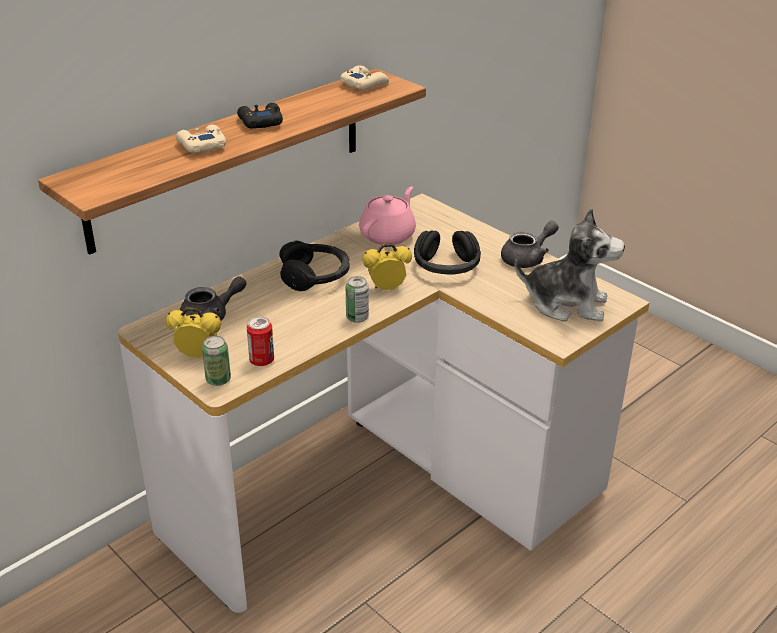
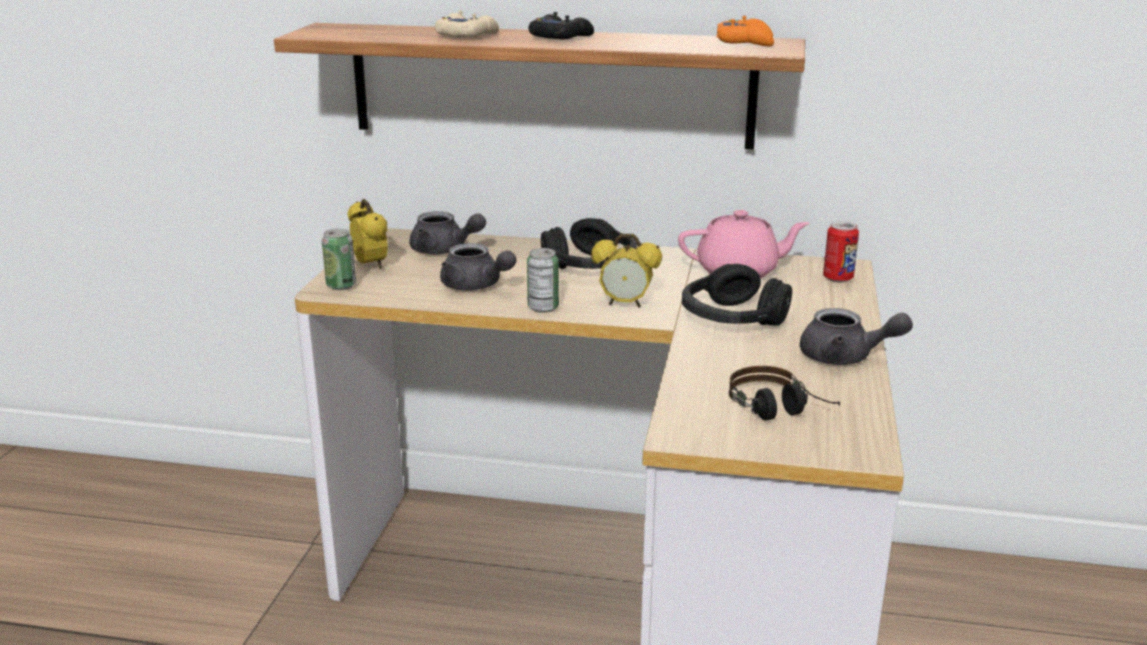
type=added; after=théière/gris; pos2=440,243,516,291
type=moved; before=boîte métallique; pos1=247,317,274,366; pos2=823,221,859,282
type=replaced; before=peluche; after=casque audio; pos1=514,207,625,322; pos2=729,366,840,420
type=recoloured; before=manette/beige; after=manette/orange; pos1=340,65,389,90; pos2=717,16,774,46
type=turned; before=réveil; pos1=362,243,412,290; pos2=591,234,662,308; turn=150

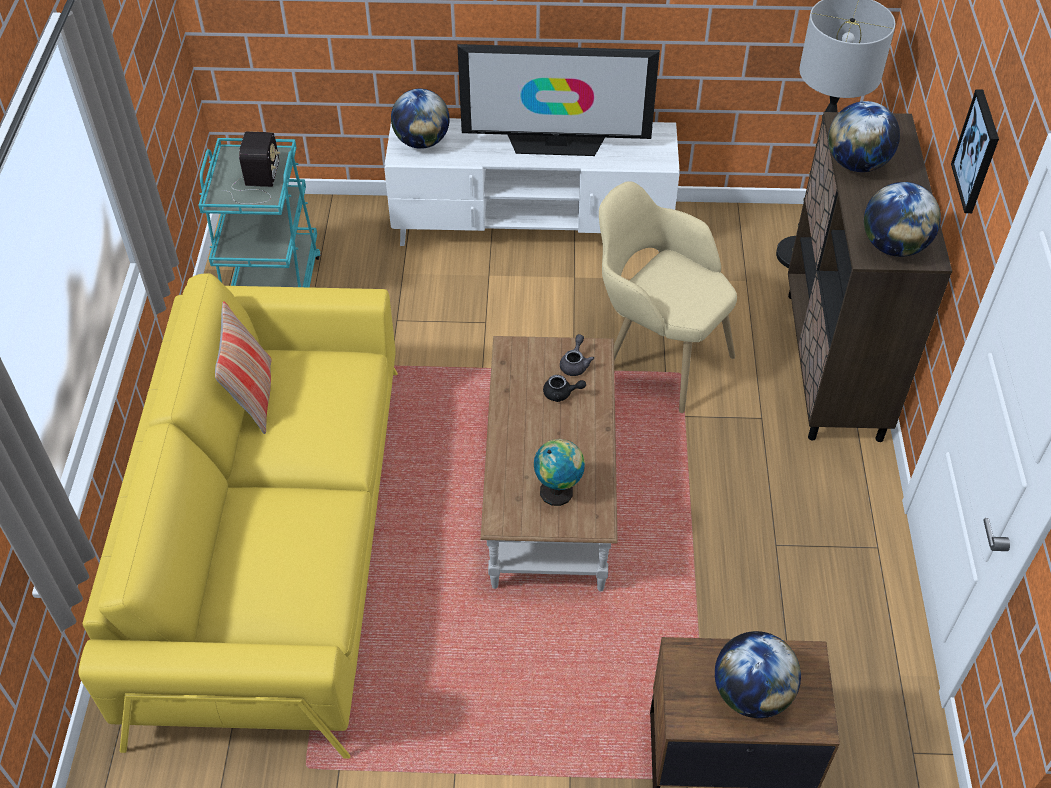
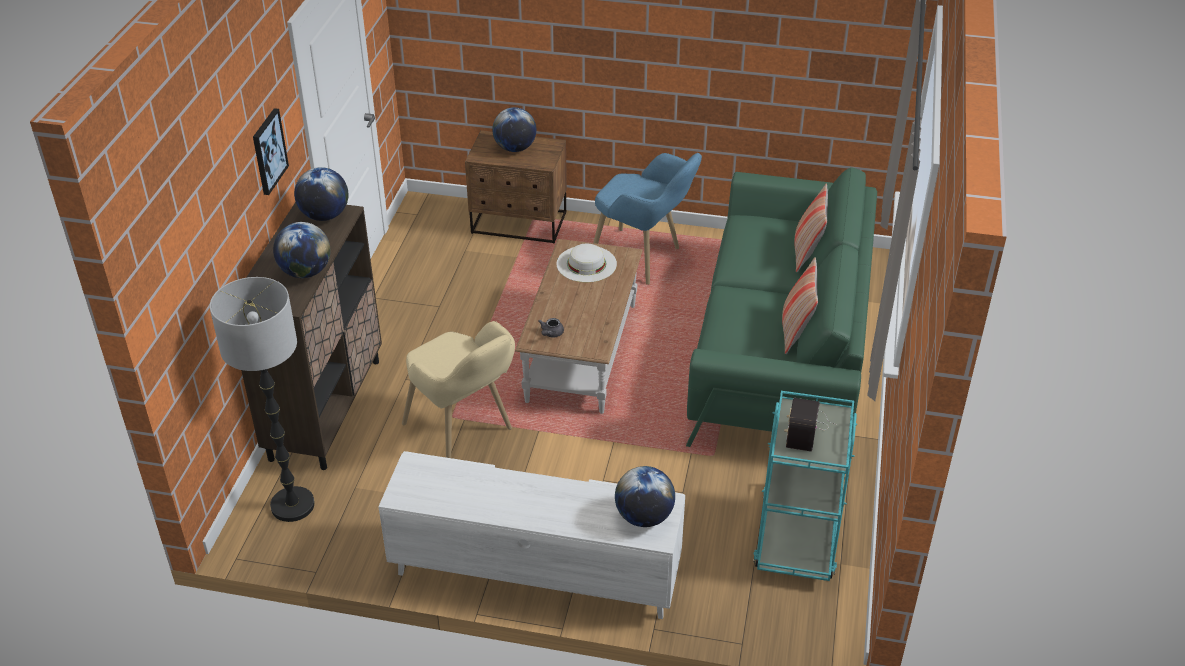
type=removed; before=téléviseur; pos1=457,44,660,156
type=removed; before=théière/noir; pos1=543,375,586,402
type=added; after=fauteuil/bleu; pos2=593,153,702,285
type=added; after=coussin; pos2=794,183,828,272
type=replaced; before=globe; after=chapeau/blanc; pos1=534,439,585,506; pos2=556,244,617,282
type=recoloured; before=canapé/jaune; after=canapé/vert; pos1=79,273,398,759; pos2=686,167,877,447

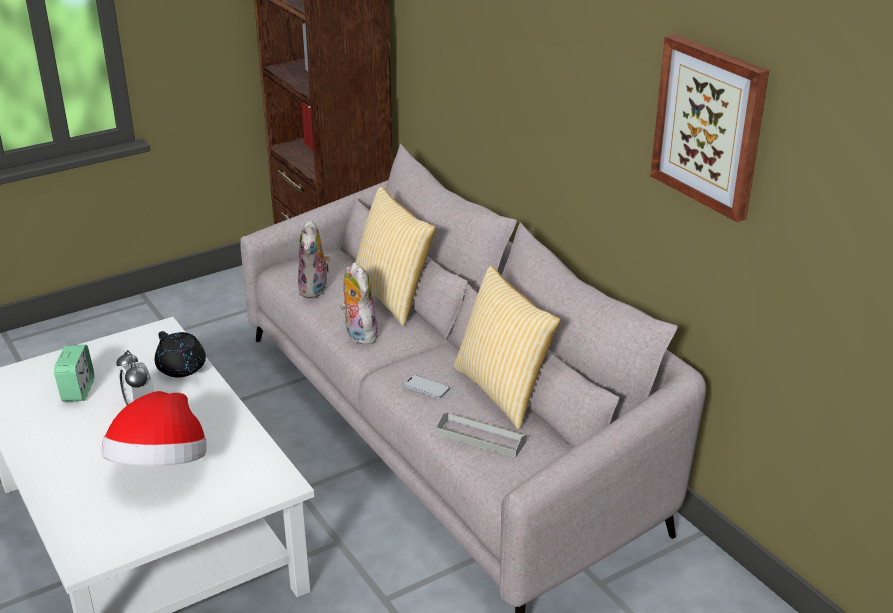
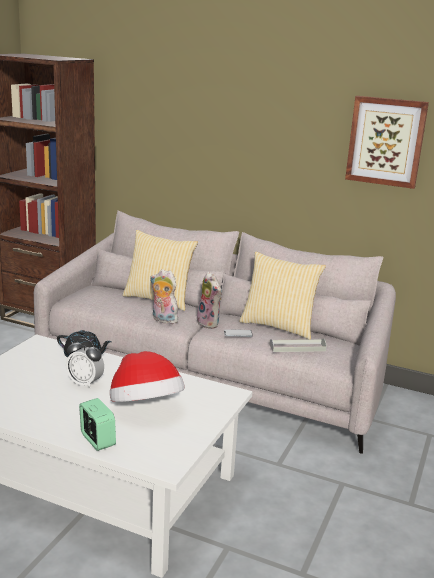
type=moved; before=réveil; pos1=54,345,94,402; pos2=79,398,116,451
type=moved; before=peluche; pos1=298,219,331,299; pos2=197,272,222,329

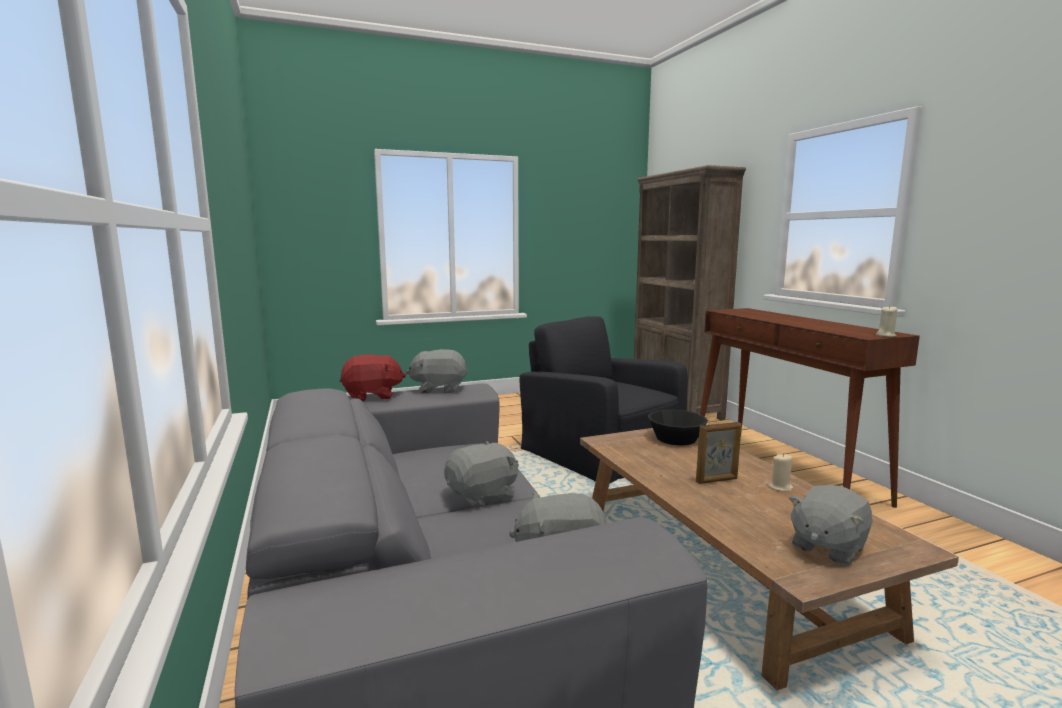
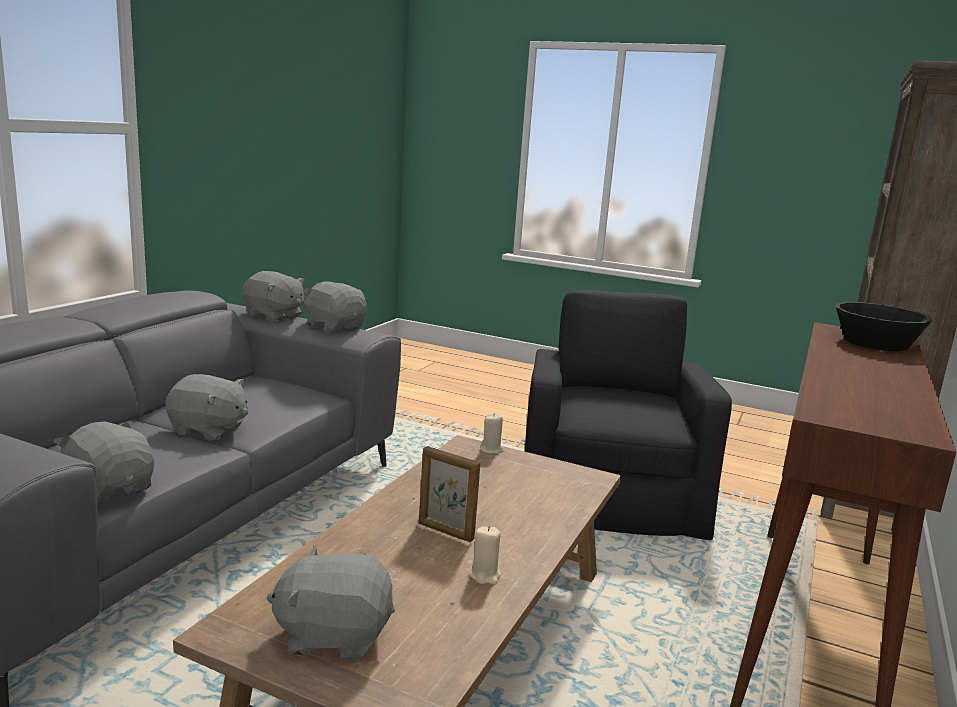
type=moved; before=bol/noir; pos1=648,409,708,446; pos2=836,302,932,351
type=moved; before=bougie/beige; pos1=876,305,898,337; pos2=480,413,504,454
type=recoloured; before=peluche/rouge; after=peluche/gris; pos1=340,354,406,401; pos2=242,271,305,322

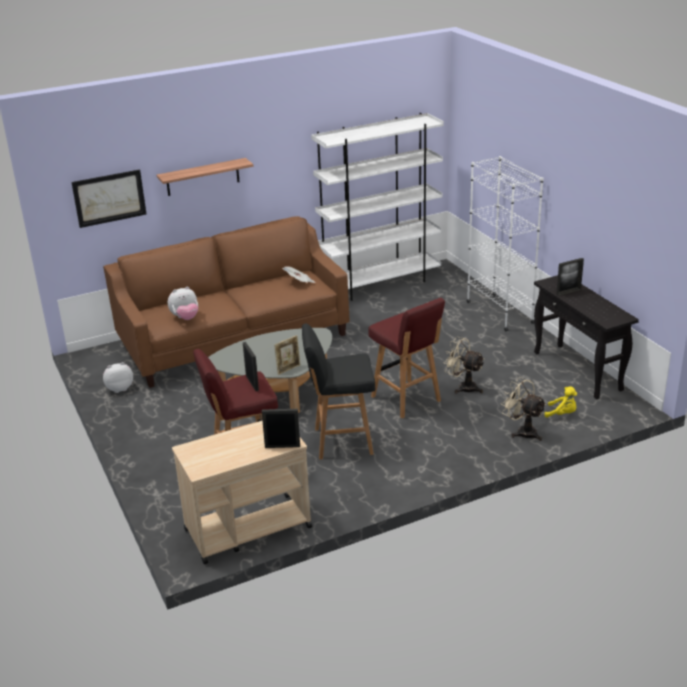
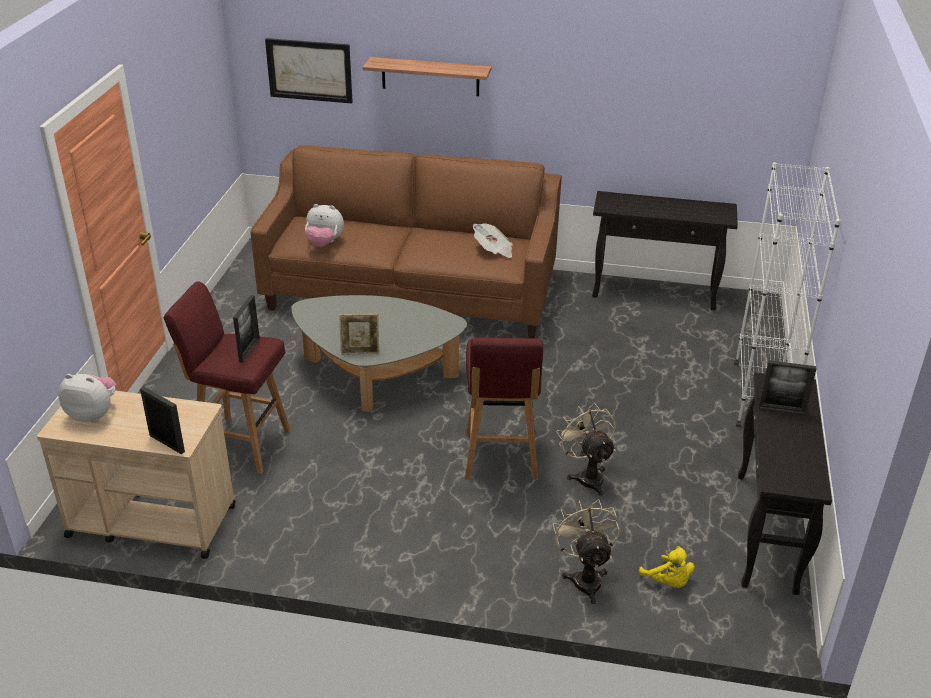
type=removed; before=tabouret/noir; pos1=302,324,375,459
type=moved; before=peluche; pos1=103,362,133,393; pos2=58,374,116,423
type=replaced; before=bibliothèque/blanc; after=table console/noir; pos1=311,113,444,301; pos2=592,191,738,310

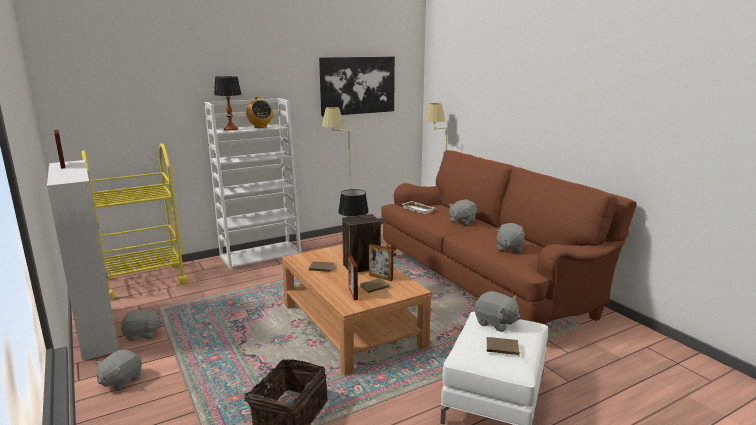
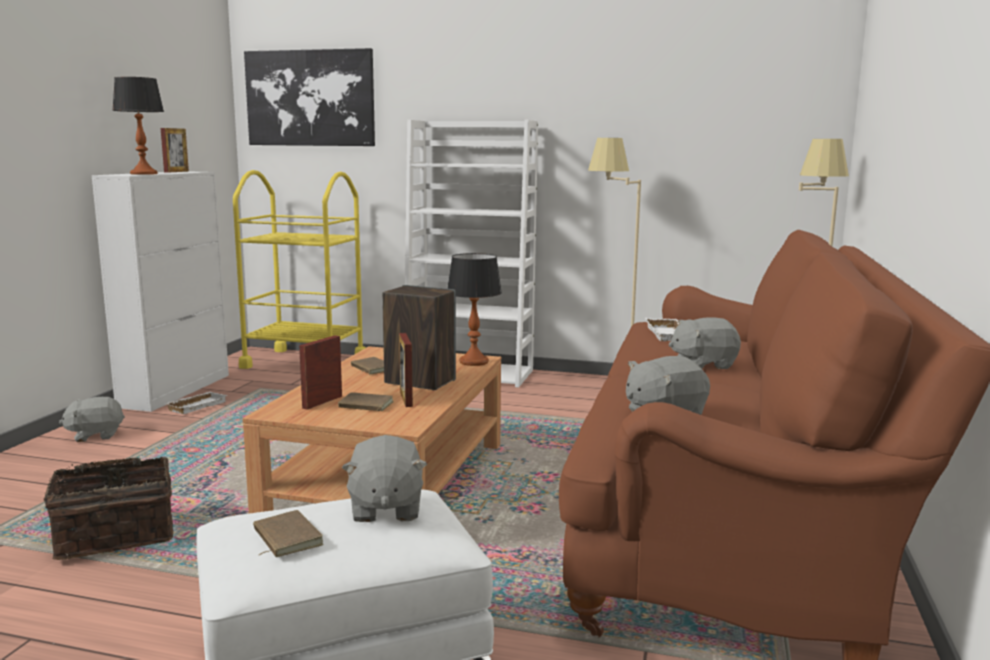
type=removed; before=radio; pos1=246,96,273,128
type=moved; before=lampe de table; pos1=214,76,242,131; pos2=112,77,164,175
type=moved; before=tableau; pos1=319,57,395,116; pos2=244,48,375,146
type=replaced; before=peluche/gris; after=plateau/blanc; pos1=121,308,163,341; pos2=164,392,228,414

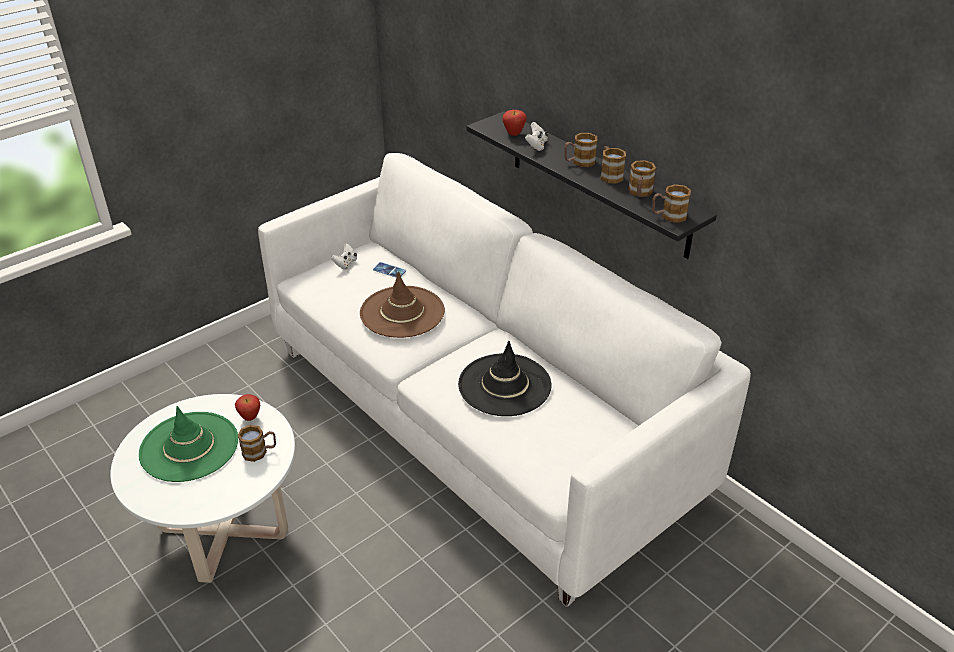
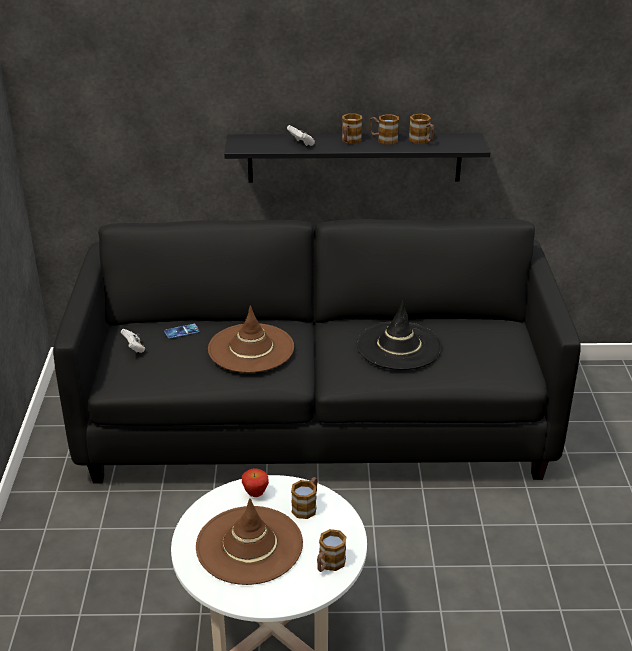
type=removed; before=pomme; pos1=502,110,527,136
type=moved; before=mug; pos1=652,184,691,223; pos2=317,529,346,572
type=recoloured; before=chapeau/vert; after=chapeau/marron; pos1=139,406,238,482; pos2=196,498,303,585
type=recoloured; before=canapé/blanc; after=canapé/noir; pos1=258,153,751,607; pos2=53,219,581,484

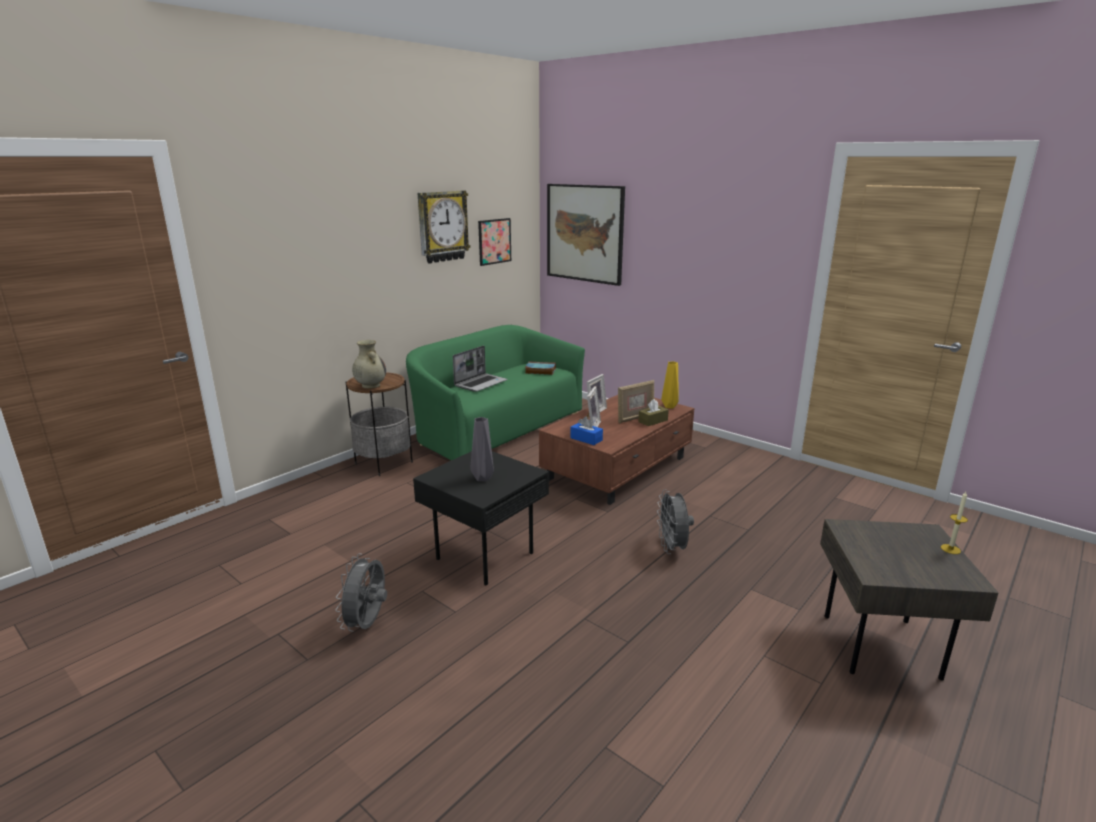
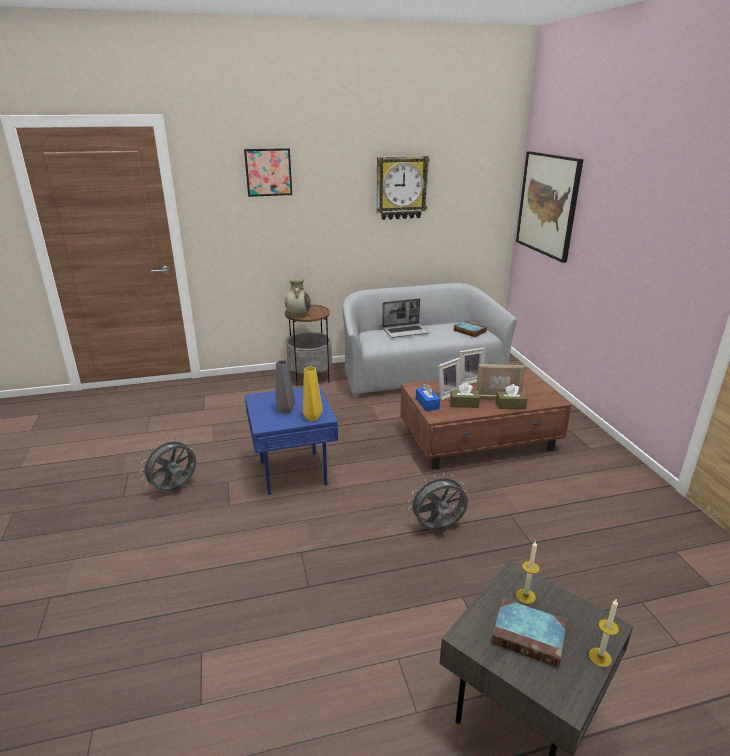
type=added; after=boîte à mouchoirs/marron; pos2=450,383,480,408
type=added; after=livre; pos2=491,599,567,668
type=added; after=bougie; pos2=516,541,540,604
type=moved; before=tableau; pos1=478,218,511,266; pos2=244,148,292,197
type=moved; before=vase/jaune; pos1=661,361,679,409; pos2=303,367,323,421
type=recoloured; before=canapé/vert; after=canapé/gris; pos1=406,325,585,461; pos2=343,283,517,397
type=recoloured; before=table d'appoint/noir; after=table d'appoint/bleu; pos1=413,451,549,585; pos2=245,385,338,495
type=turned; before=ventilateur/gris; pos1=657,489,694,554; pos2=408,474,468,530; turn=45

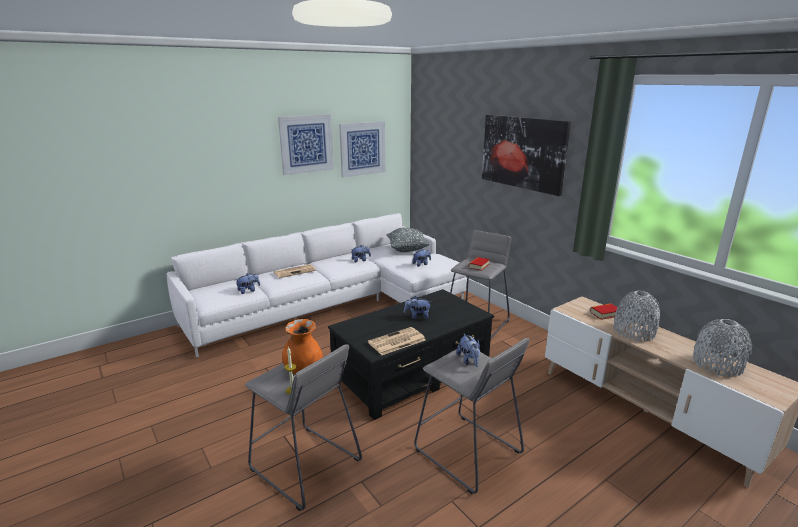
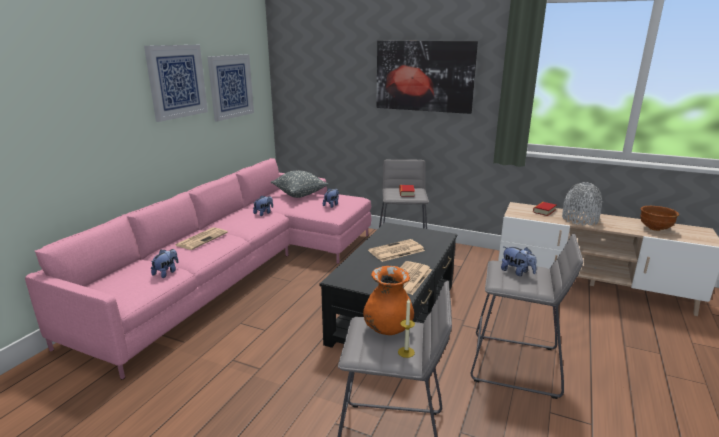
type=replaced; before=peluche; after=journal; pos1=404,296,432,319; pos2=368,239,425,262
type=replaced; before=vase/gris; after=bol/marron; pos1=693,319,752,377; pos2=640,206,679,231
type=recoloured; before=canapé/blanc; after=canapé/rose; pos1=166,213,467,358; pos2=25,158,372,380

